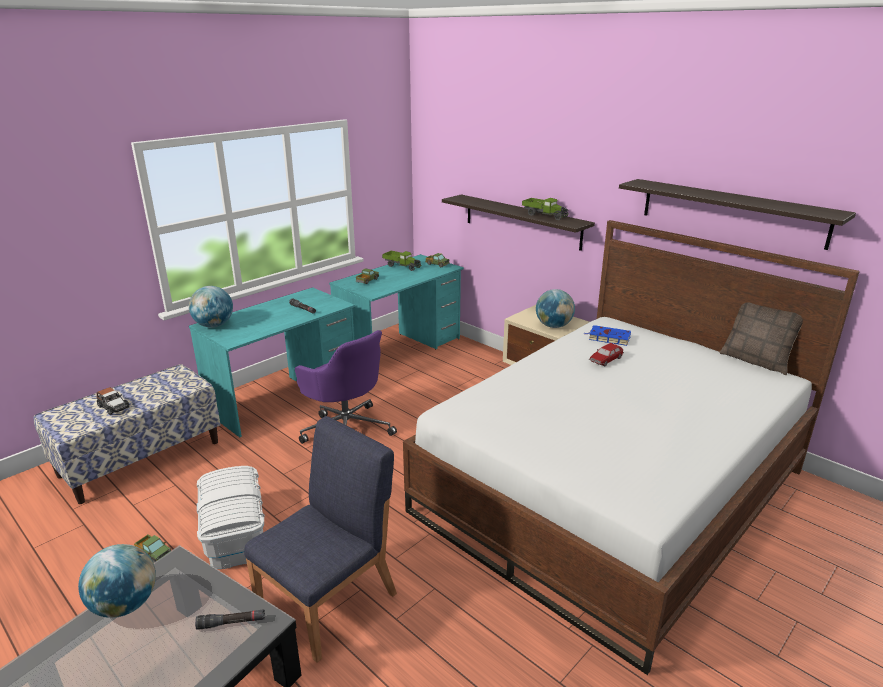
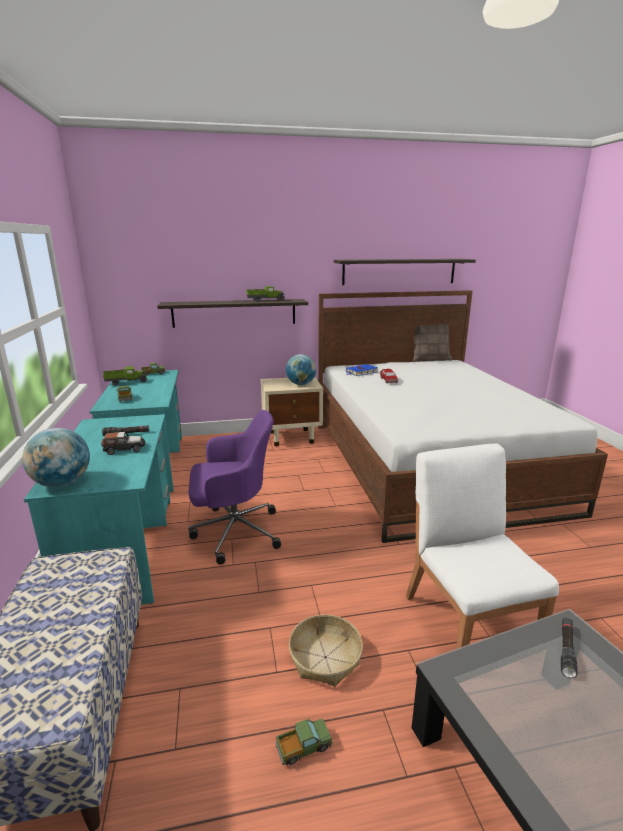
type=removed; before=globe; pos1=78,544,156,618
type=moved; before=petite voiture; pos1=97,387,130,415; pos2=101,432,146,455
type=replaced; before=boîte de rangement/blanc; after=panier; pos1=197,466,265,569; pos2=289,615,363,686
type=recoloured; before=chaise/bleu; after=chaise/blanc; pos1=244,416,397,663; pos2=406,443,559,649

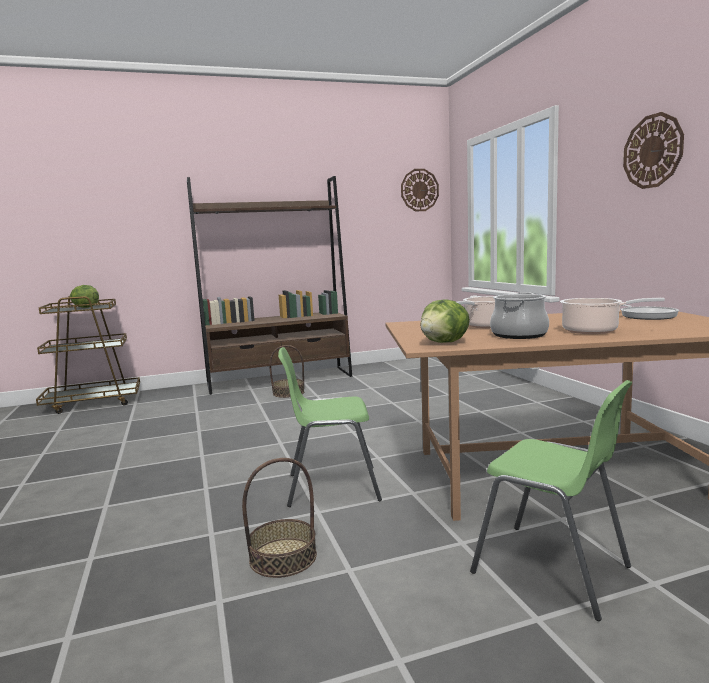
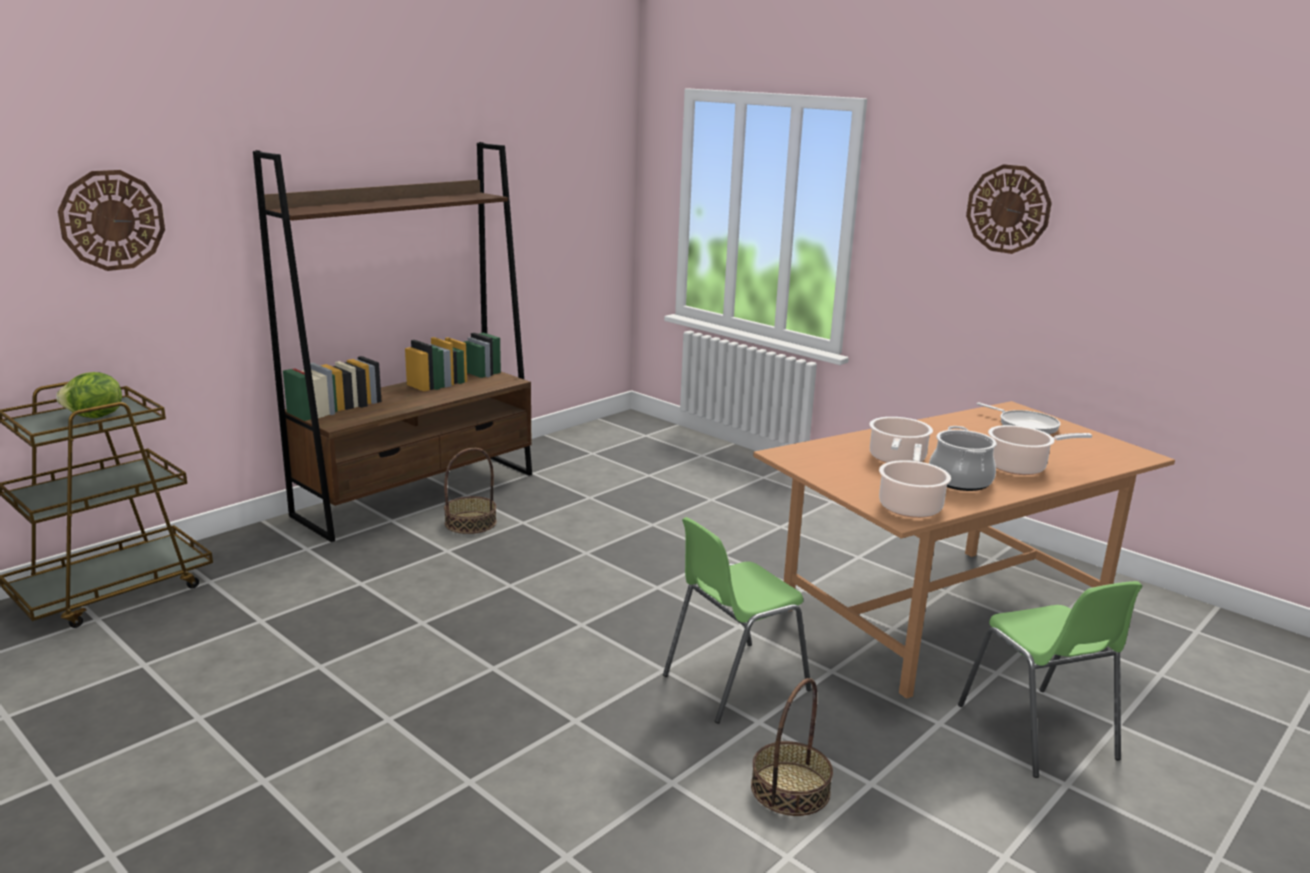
type=moved; before=horloge murale; pos1=401,169,439,211; pos2=58,170,165,271
type=replaced; before=laitue; after=marmite; pos1=420,299,470,343; pos2=879,444,951,518
type=turned; before=chaise/vert; pos1=470,380,633,621; pos2=958,581,1142,778; turn=60

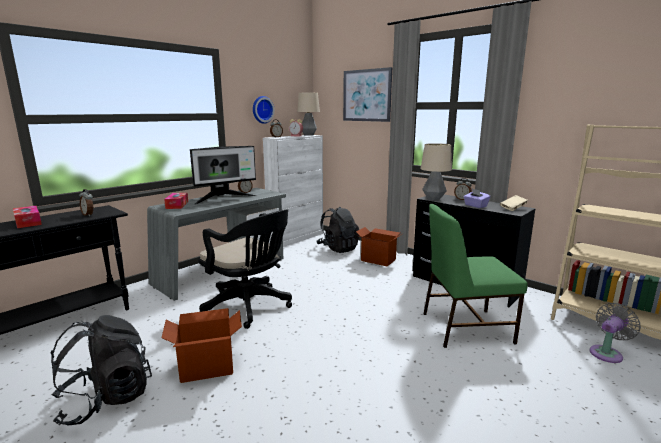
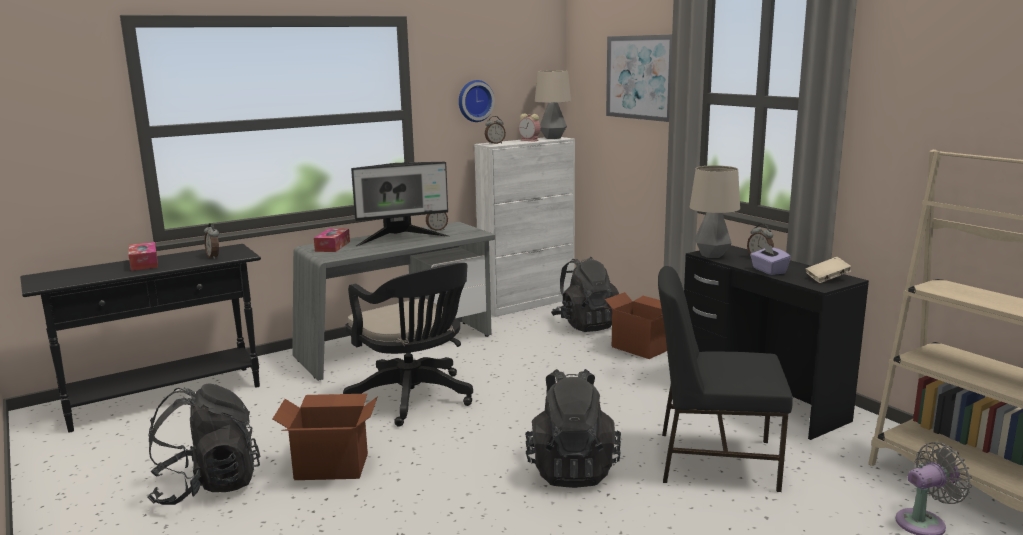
type=added; after=sac à dos/noir; pos2=525,369,621,488
type=recoloured; before=chaise/vert; after=chaise/noir; pos1=423,204,528,348; pos2=658,266,793,492

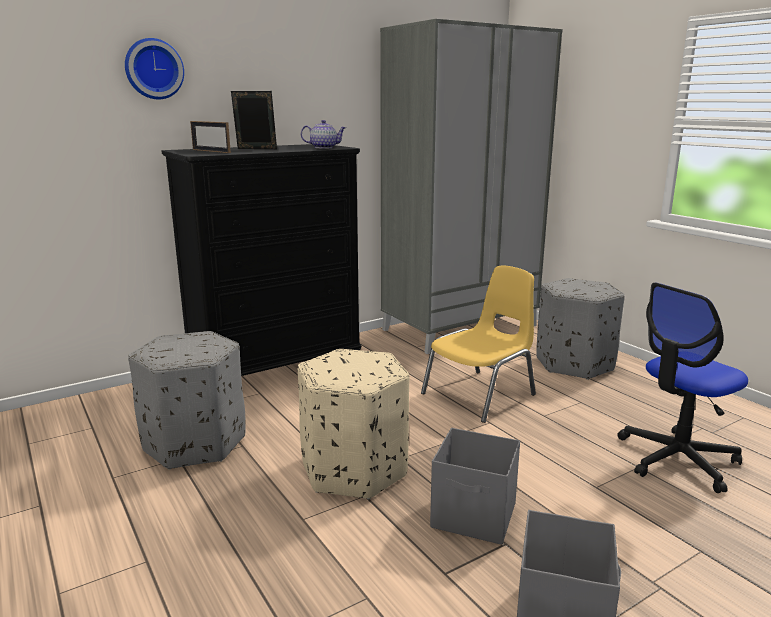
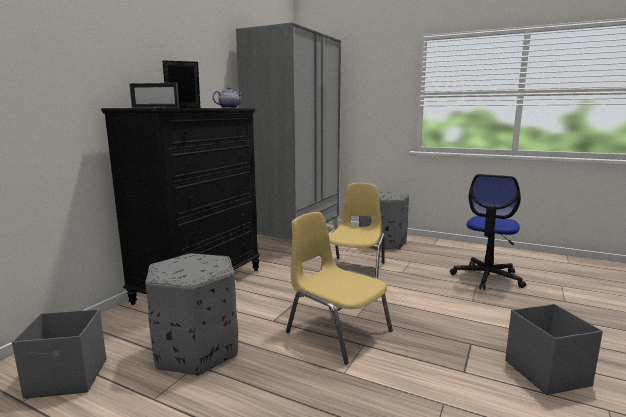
type=removed; before=horloge murale; pos1=125,38,184,99
type=moved; before=boîte de rangement/gris; pos1=430,428,520,545; pos2=12,309,106,399
type=replaced; before=pouf/beige; after=chaise/jaune; pos1=298,349,409,499; pos2=286,212,393,365

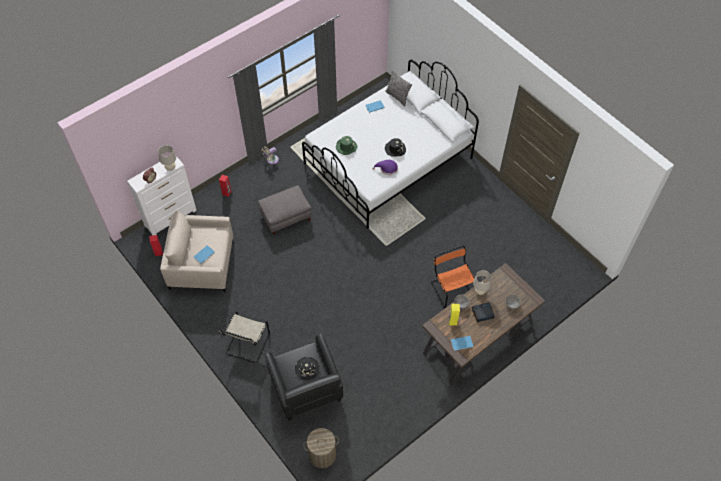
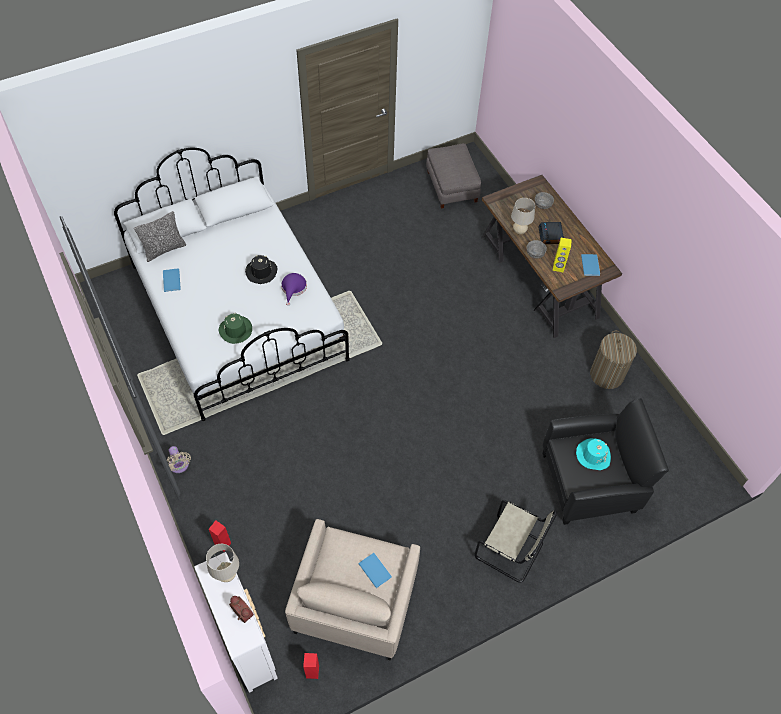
type=removed; before=chaise/orange; pos1=431,245,475,308
type=moved; before=pouf/gris; pos1=258,185,311,235; pos2=426,143,481,208
type=moved; before=panier à linge; pos1=304,428,339,468; pos2=590,330,637,389
type=recoloured; before=chapeau/noir; after=chapeau/turquoise; pos1=295,357,319,380; pos2=576,438,611,470

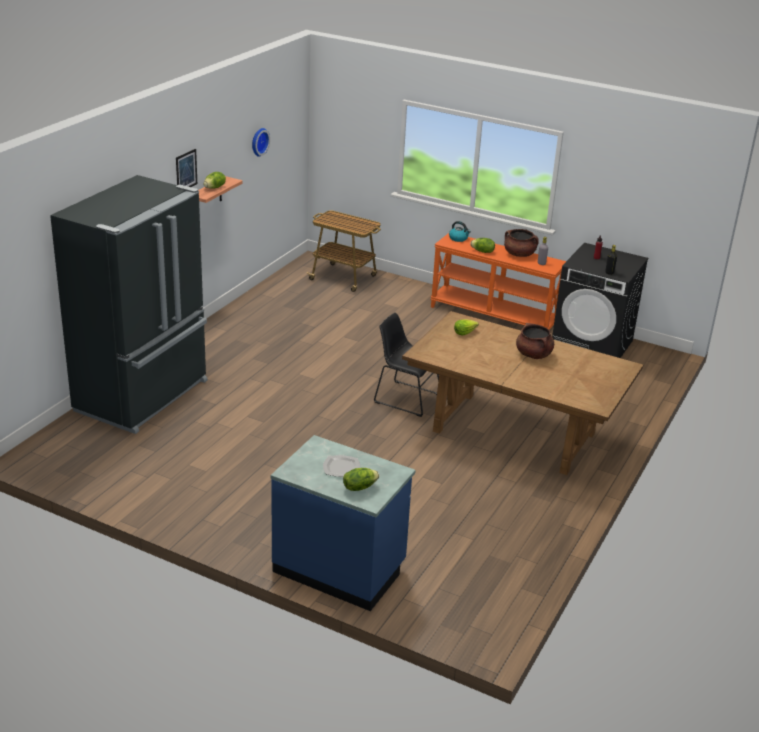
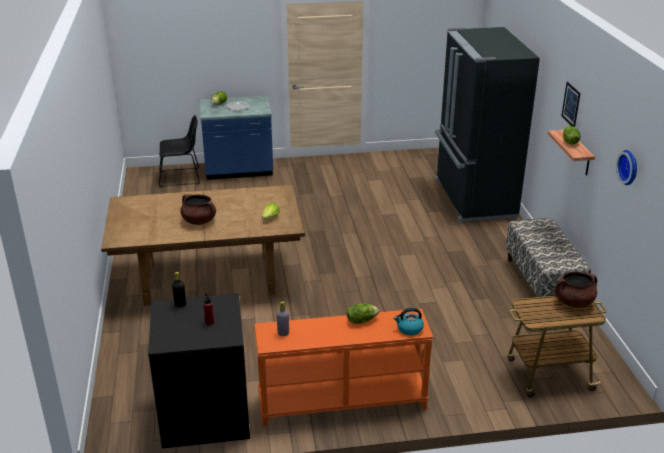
type=added; after=banc; pos2=506,218,591,297
type=moved; before=chaise/noir; pos1=374,313,439,417; pos2=159,115,200,187
type=moved; before=marmite/marron; pos1=504,229,539,257; pos2=555,271,597,308

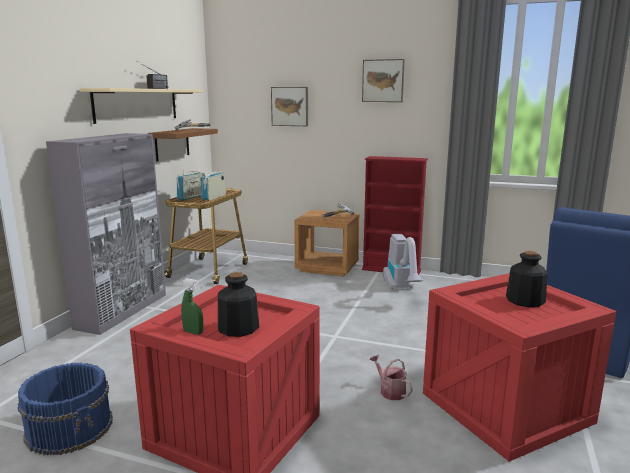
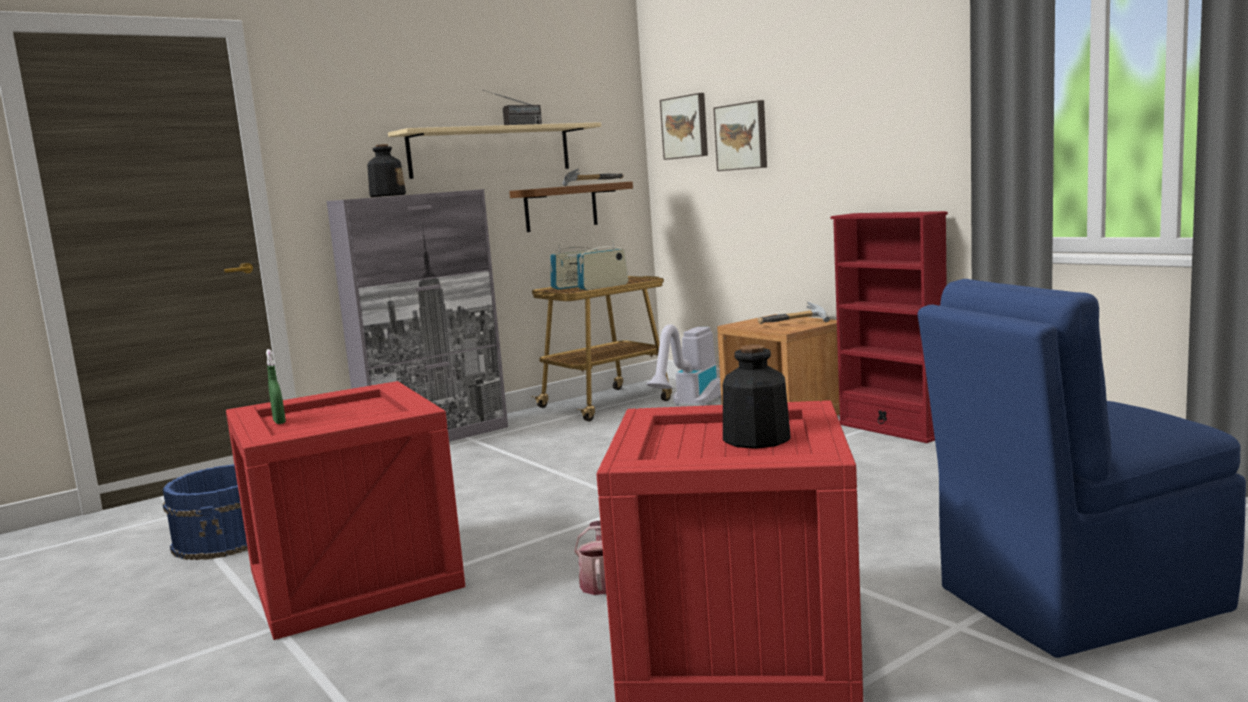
type=moved; before=bouteille; pos1=218,272,259,337; pos2=367,144,406,197
type=moved; before=tableau; pos1=362,59,405,102; pos2=660,93,708,160
type=moved; before=aspirateur; pos1=383,234,423,289; pos2=647,324,721,406

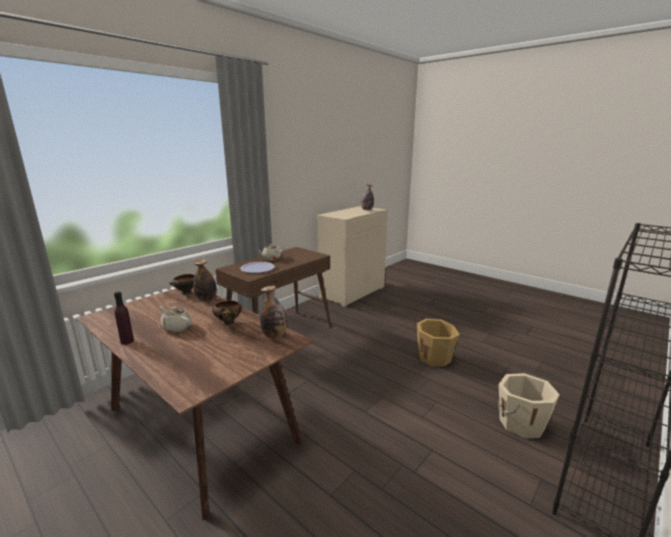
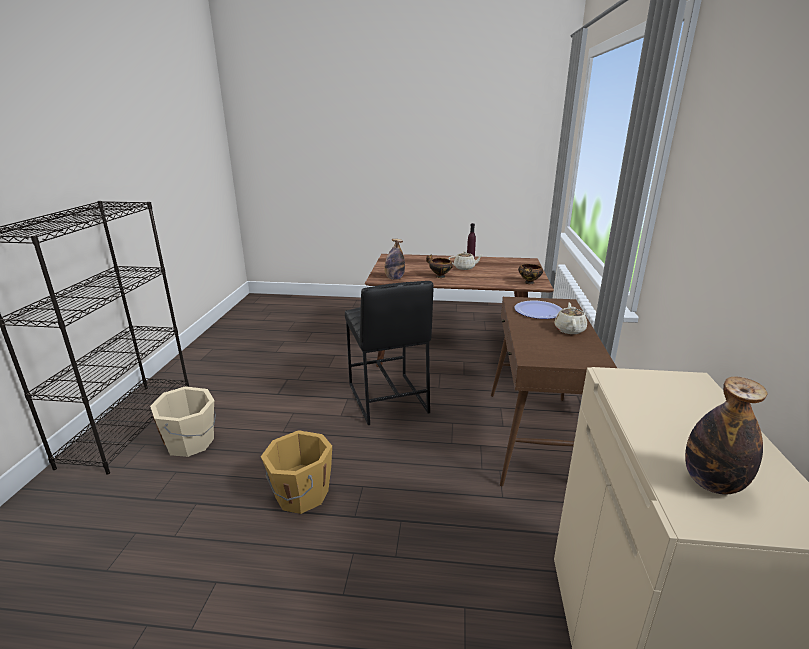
type=removed; before=bouteille; pos1=193,259,217,301
type=added; after=tabouret/noir; pos2=345,281,433,425

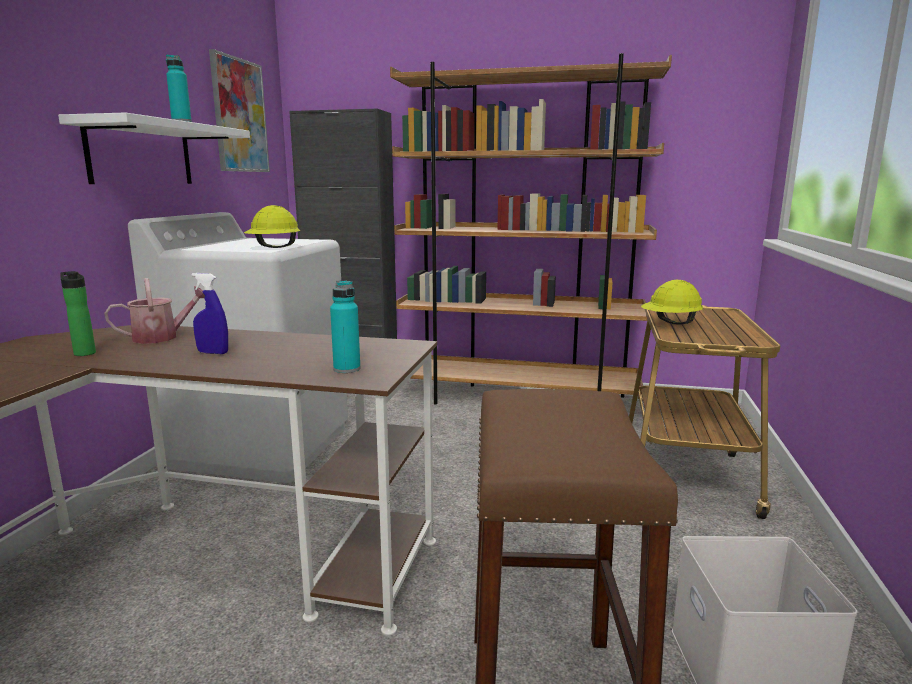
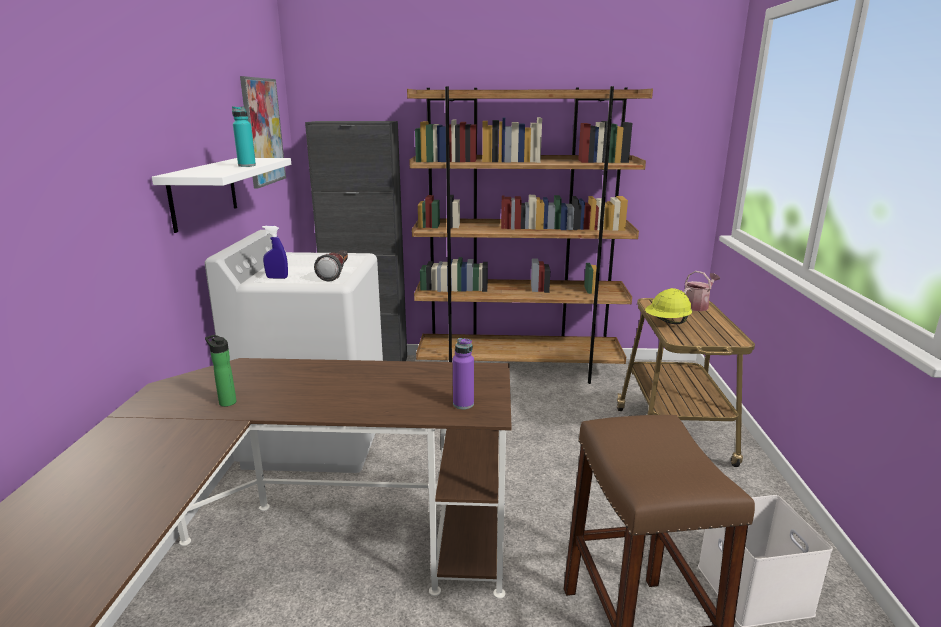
type=moved; before=arrosoir; pos1=104,278,205,344; pos2=684,271,720,311
type=moved; before=vaporisateur/bleu; pos1=191,273,228,354; pos2=262,226,288,279
type=replaced; before=casque de chantier/jaune; after=lampe de poche; pos1=244,205,300,248; pos2=314,251,348,282
type=recoloured; before=bouteille/turquoise; after=bouteille/violet; pos1=330,280,360,373; pos2=453,338,474,409

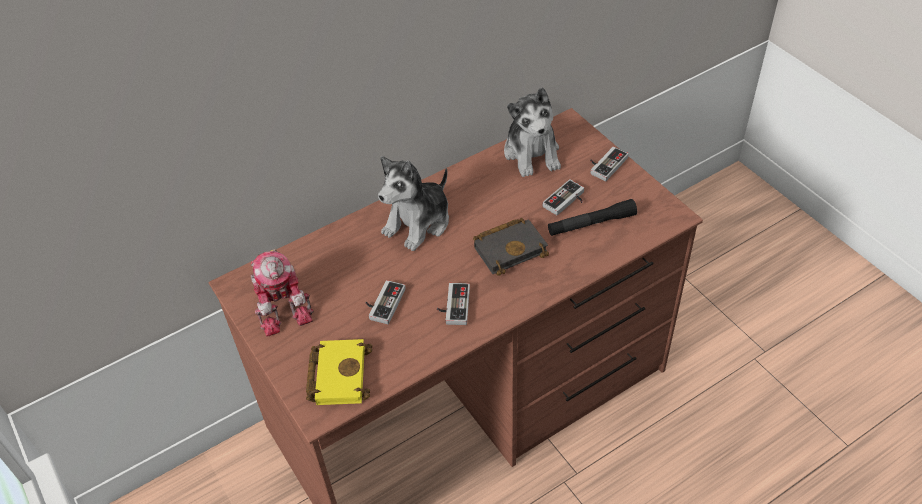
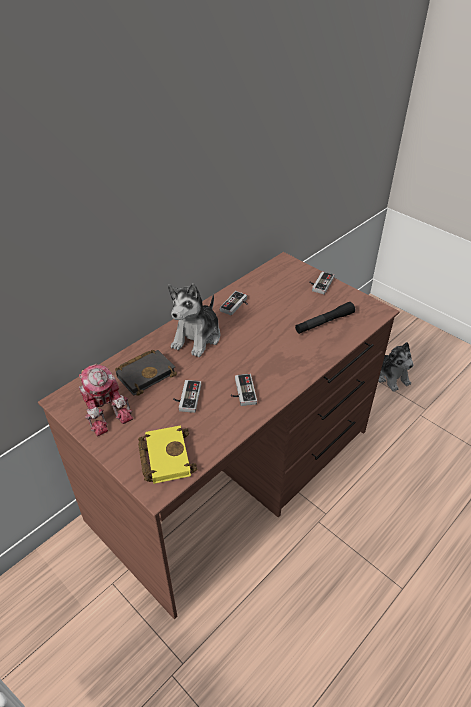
type=moved; before=livre/noir; pos1=473,218,549,276; pos2=115,350,177,396
type=moved; before=peluche; pos1=504,87,561,177; pos2=378,342,414,392
type=moved; before=manette; pos1=543,179,584,215; pos2=220,291,248,315

